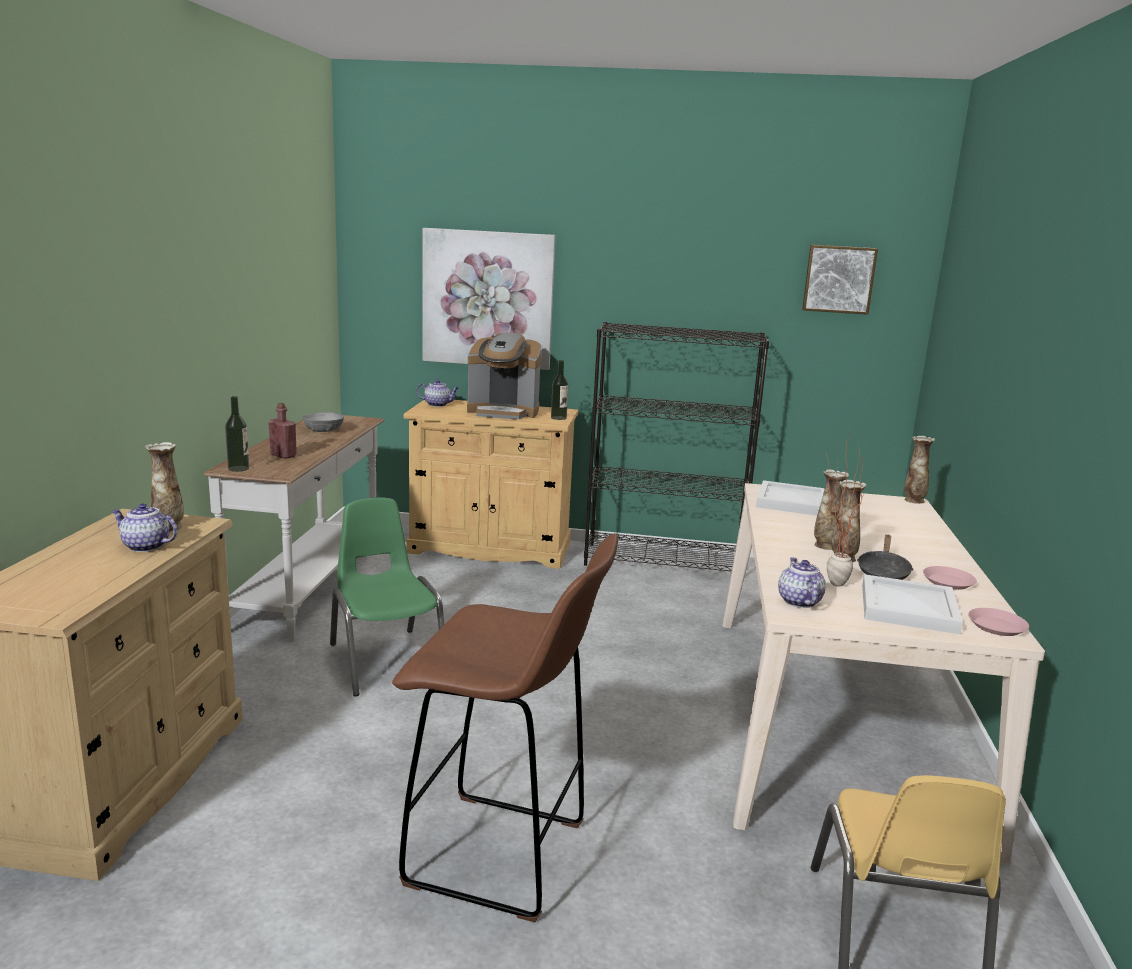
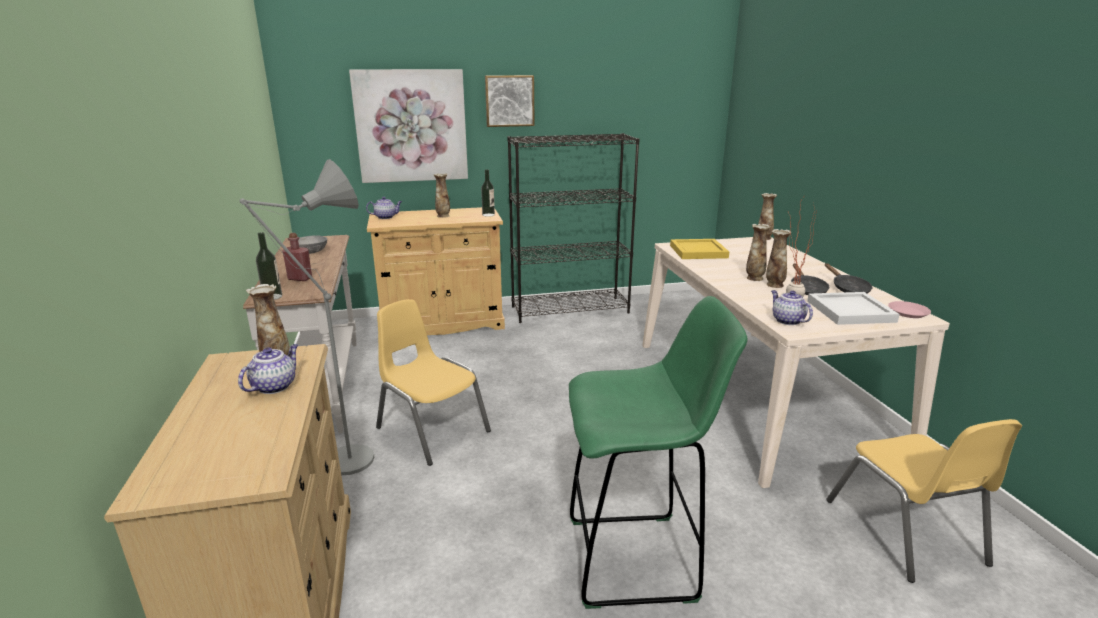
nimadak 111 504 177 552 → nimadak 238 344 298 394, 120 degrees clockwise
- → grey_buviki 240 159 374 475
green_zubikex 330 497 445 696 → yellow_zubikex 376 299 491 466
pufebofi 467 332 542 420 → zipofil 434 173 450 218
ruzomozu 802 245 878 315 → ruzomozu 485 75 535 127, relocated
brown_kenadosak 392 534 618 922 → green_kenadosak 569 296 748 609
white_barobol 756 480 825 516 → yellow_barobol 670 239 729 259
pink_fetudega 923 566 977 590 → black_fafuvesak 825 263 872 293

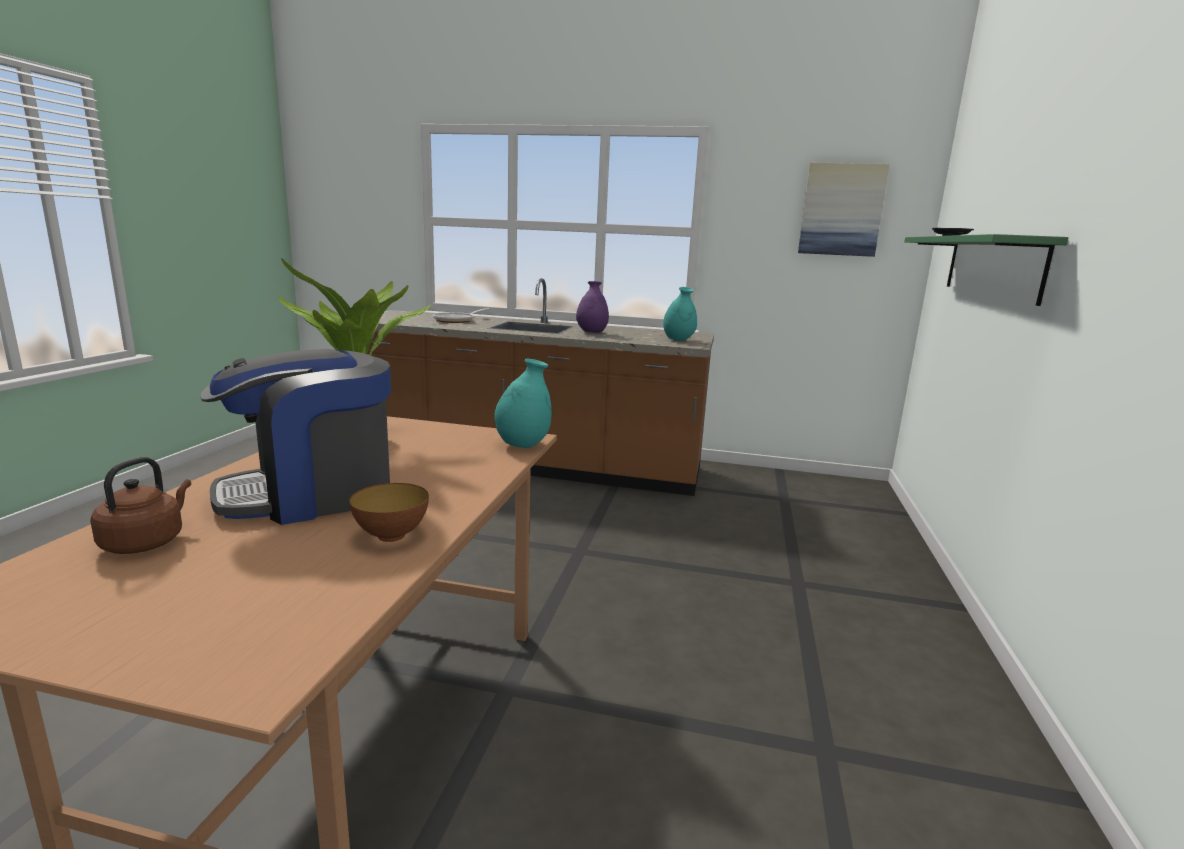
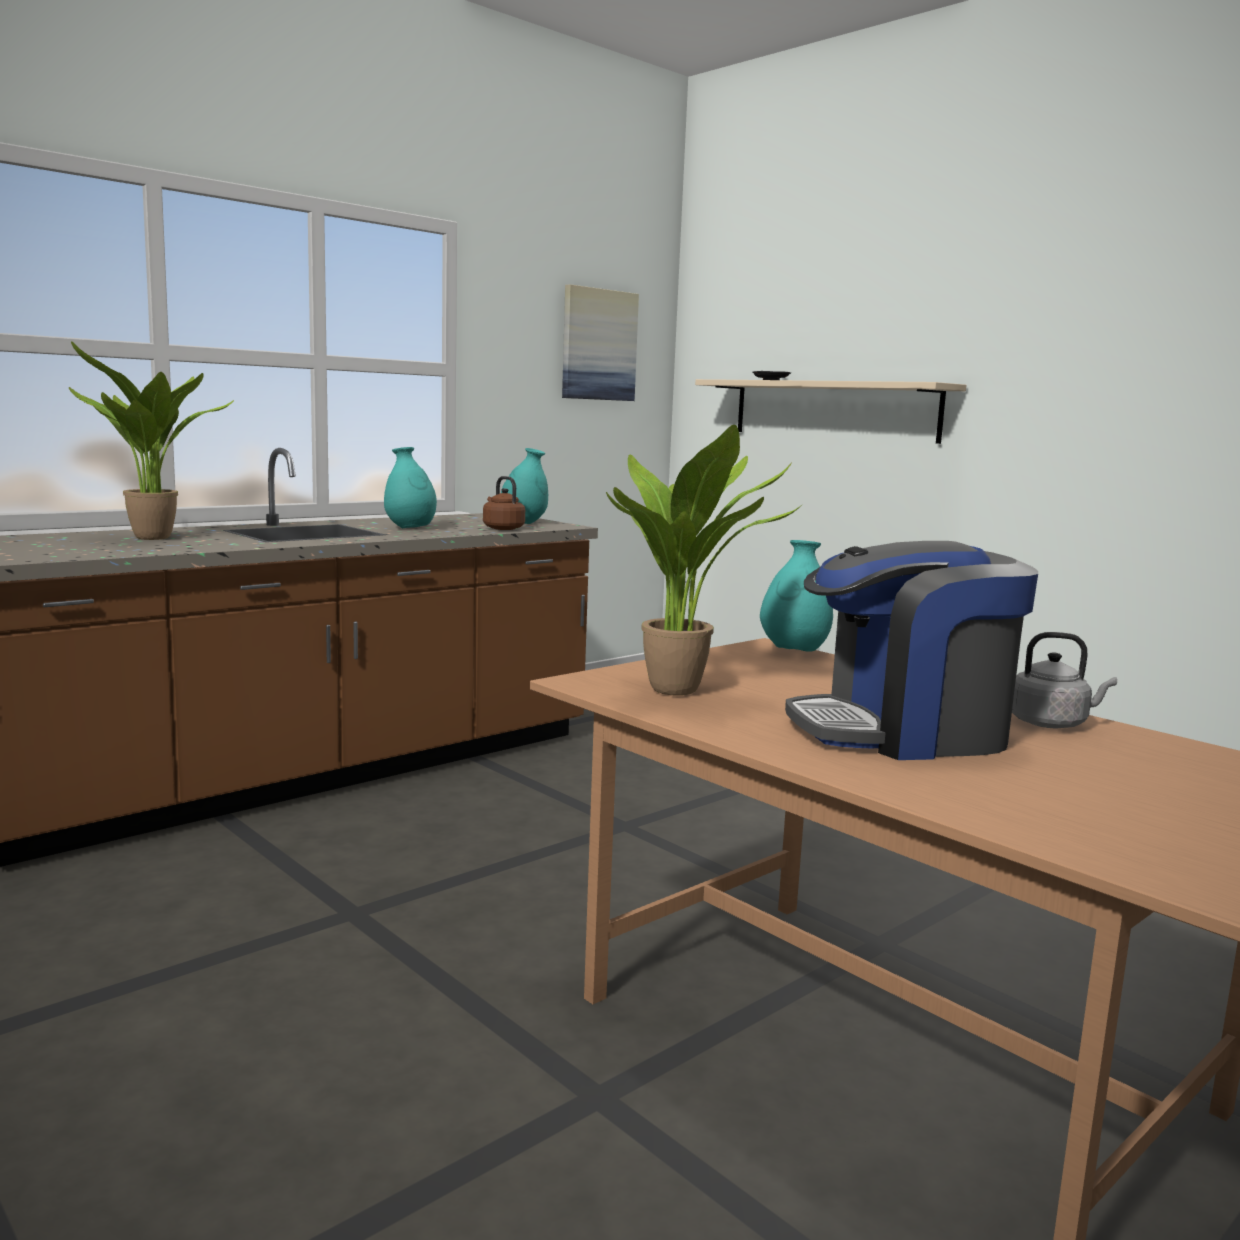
fafuvesak 433 308 490 323 → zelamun 69 341 234 540
purple_zipofil 576 281 609 333 → turquoise_zipofil 384 447 437 528
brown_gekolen 90 457 191 554 → brown_gekolen 483 476 525 530, relocated
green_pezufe 905 234 1068 306 → beige_pezufe 695 379 966 444
pufebofi 200 349 391 525 → pufebofi 785 541 1038 760, 75 degrees clockwise
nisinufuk 349 483 429 542 → grey_gekolen 1012 632 1117 728

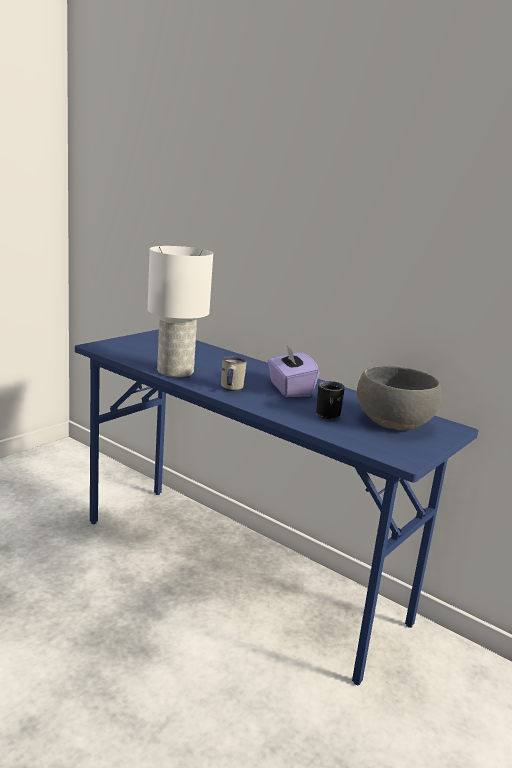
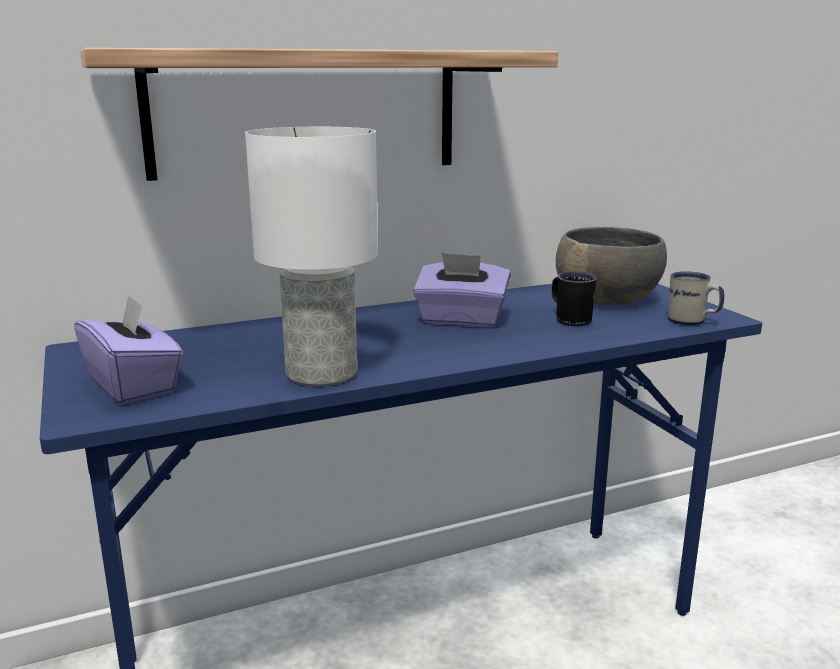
- → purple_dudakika 74 295 183 405
- → pezufe 80 48 558 181
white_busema 221 356 247 391 → white_busema 668 271 724 325, relocated

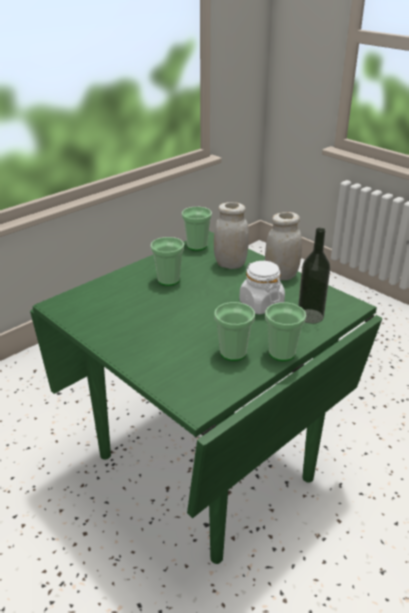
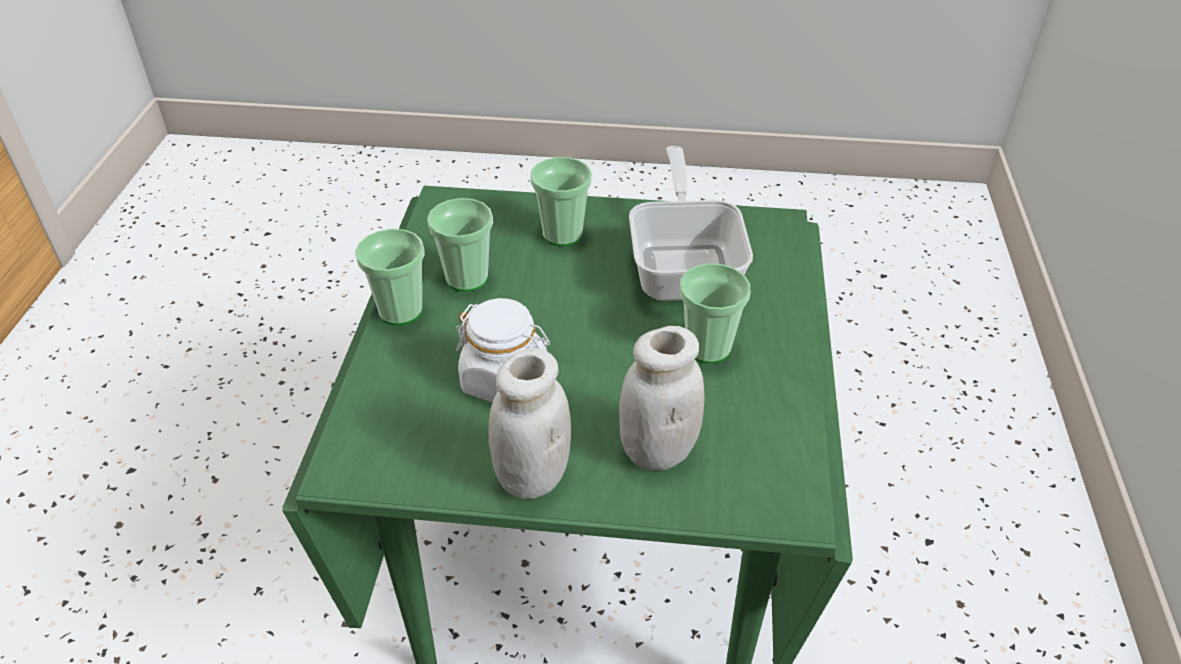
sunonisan 182 207 212 251 → sunonisan 530 157 592 246, relocated
- → fafuvesak 629 146 753 301
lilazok 298 228 330 324 → -

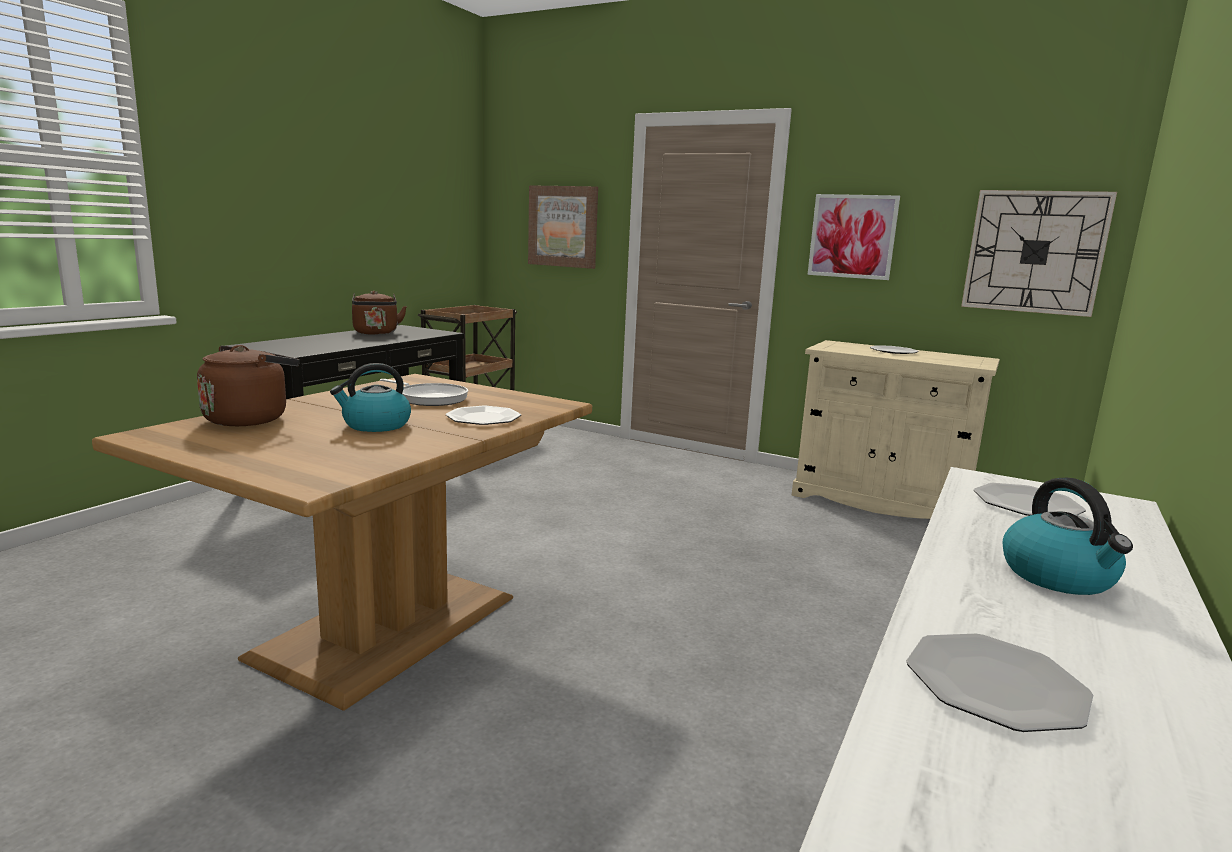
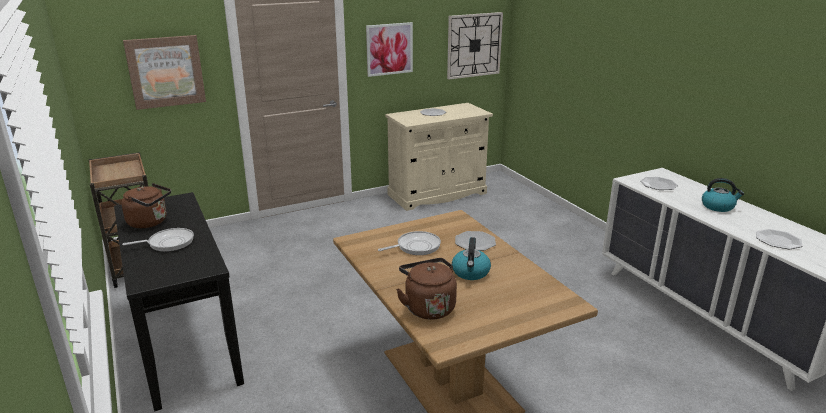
- → fafuvesak 122 228 194 252

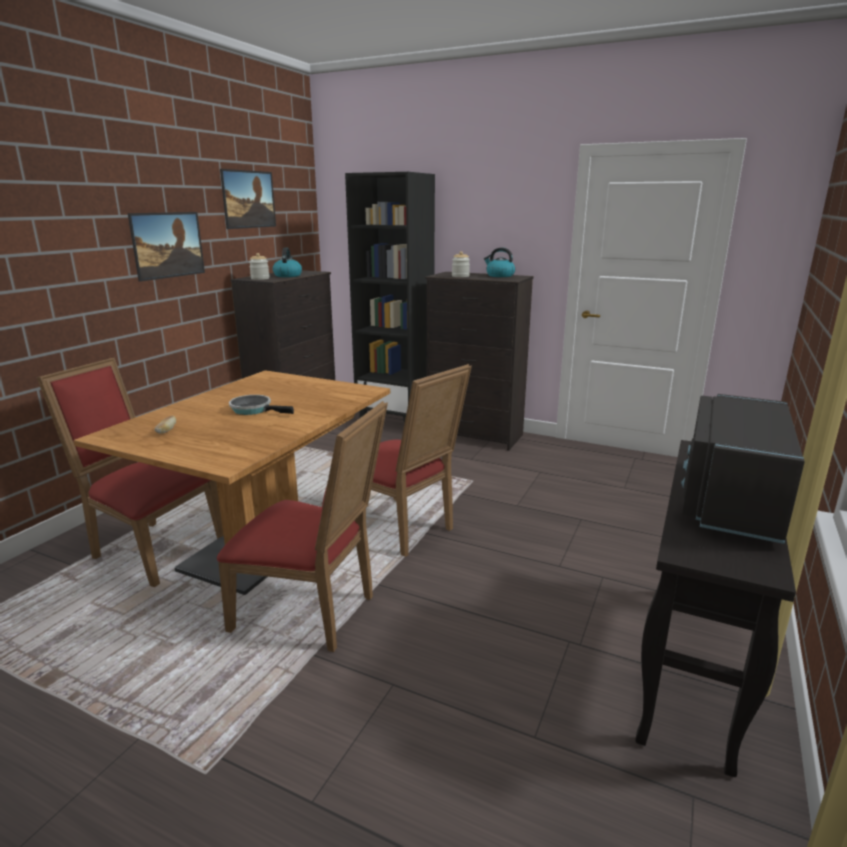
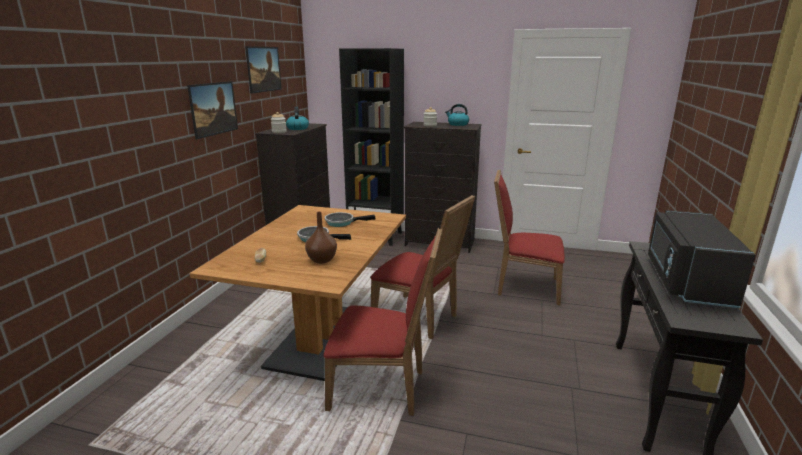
- → brown_zipofil 305 212 337 264
- → fafuvesak 325 212 376 227
red_zubikex 37 358 224 587 → red_zubikex 494 170 565 305, relocated

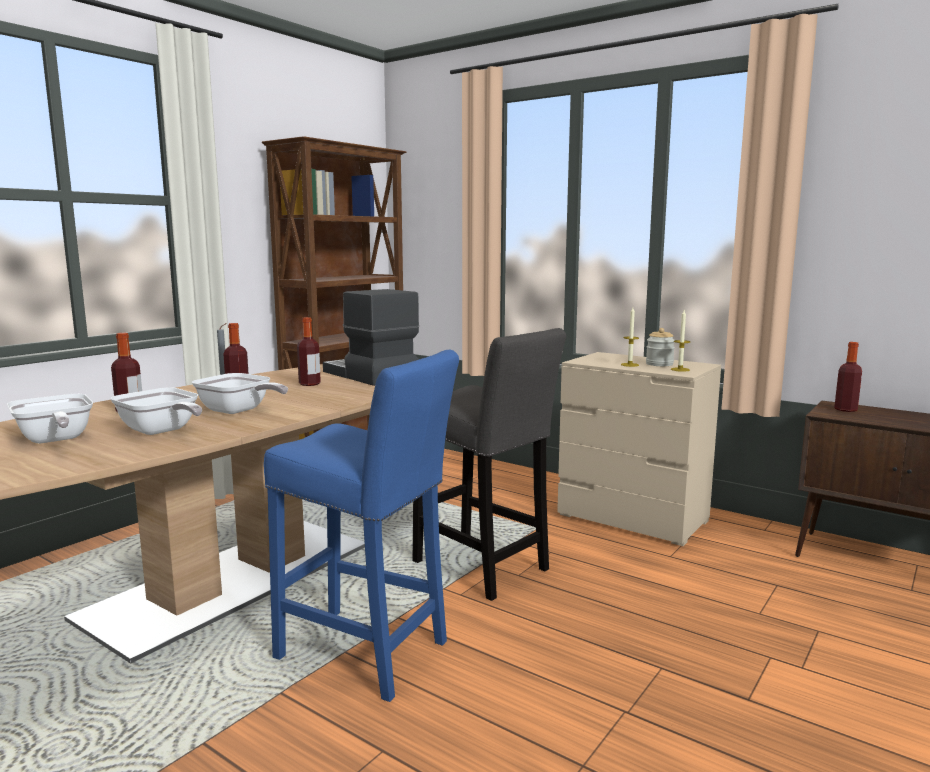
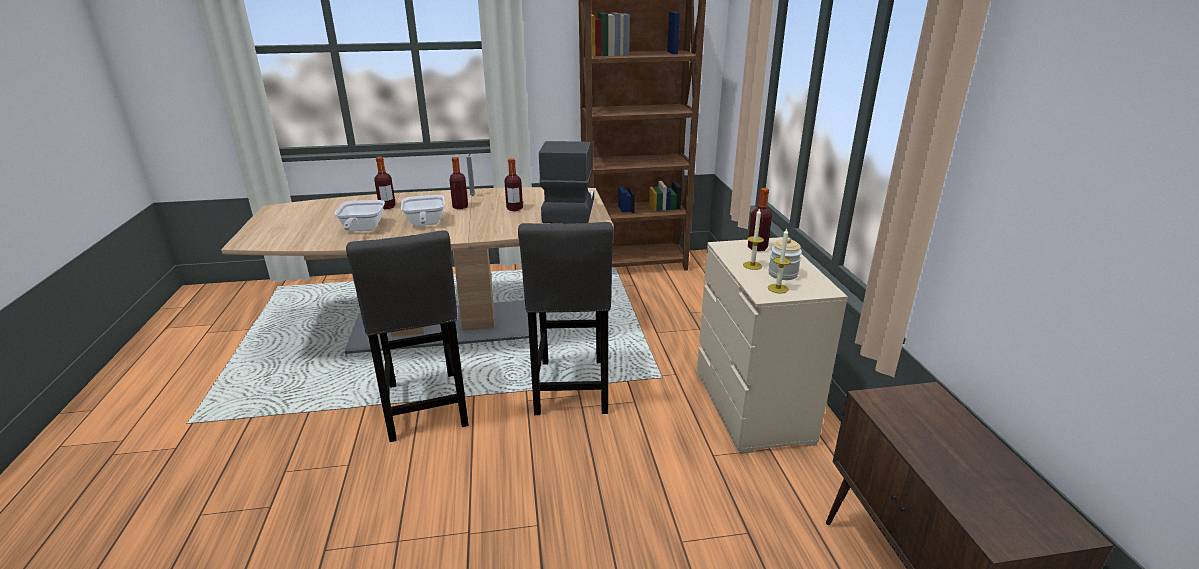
blue_kenadosak 264 349 459 702 → grey_kenadosak 346 230 469 442
lilazok 834 342 862 412 → lilazok 748 188 772 251, relocated
fafuvesak 7 394 93 443 → -

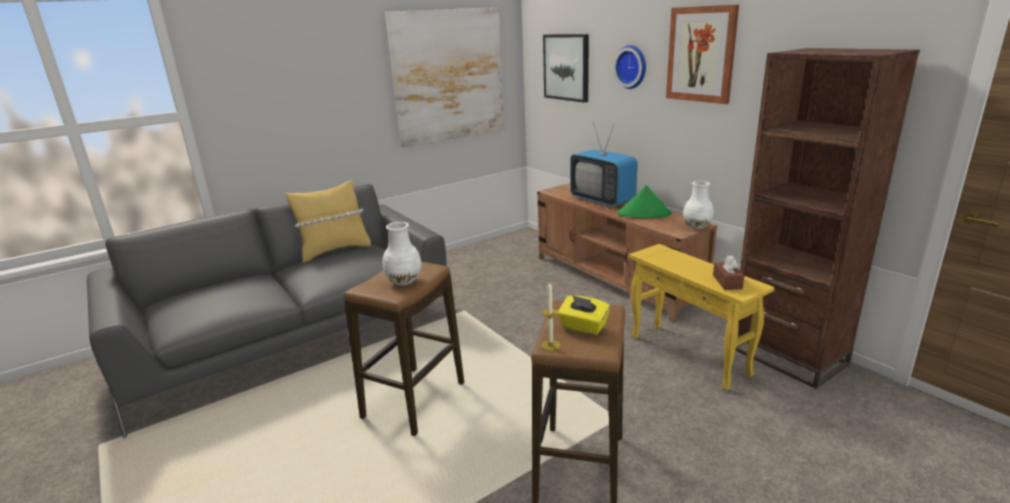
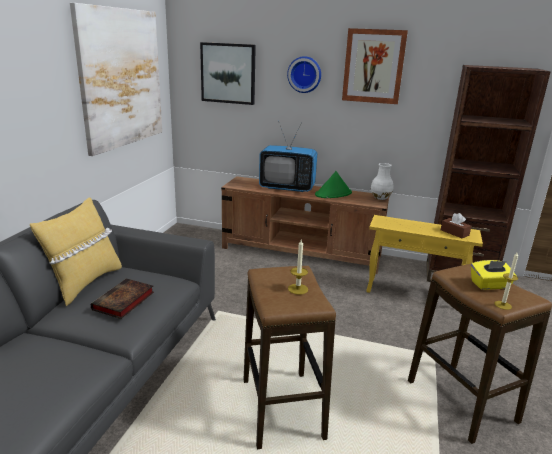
- → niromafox 91 278 154 319
white_zipofil 383 222 422 285 → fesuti 288 240 308 295

